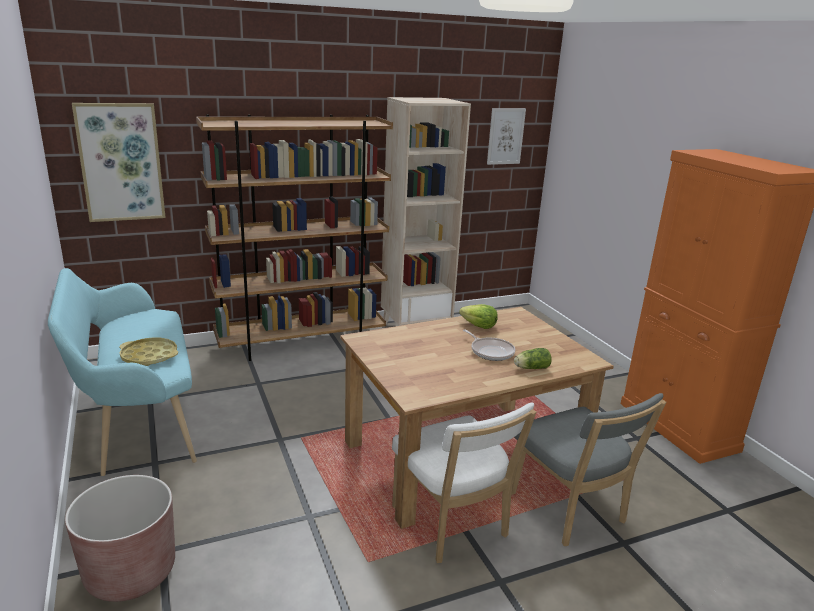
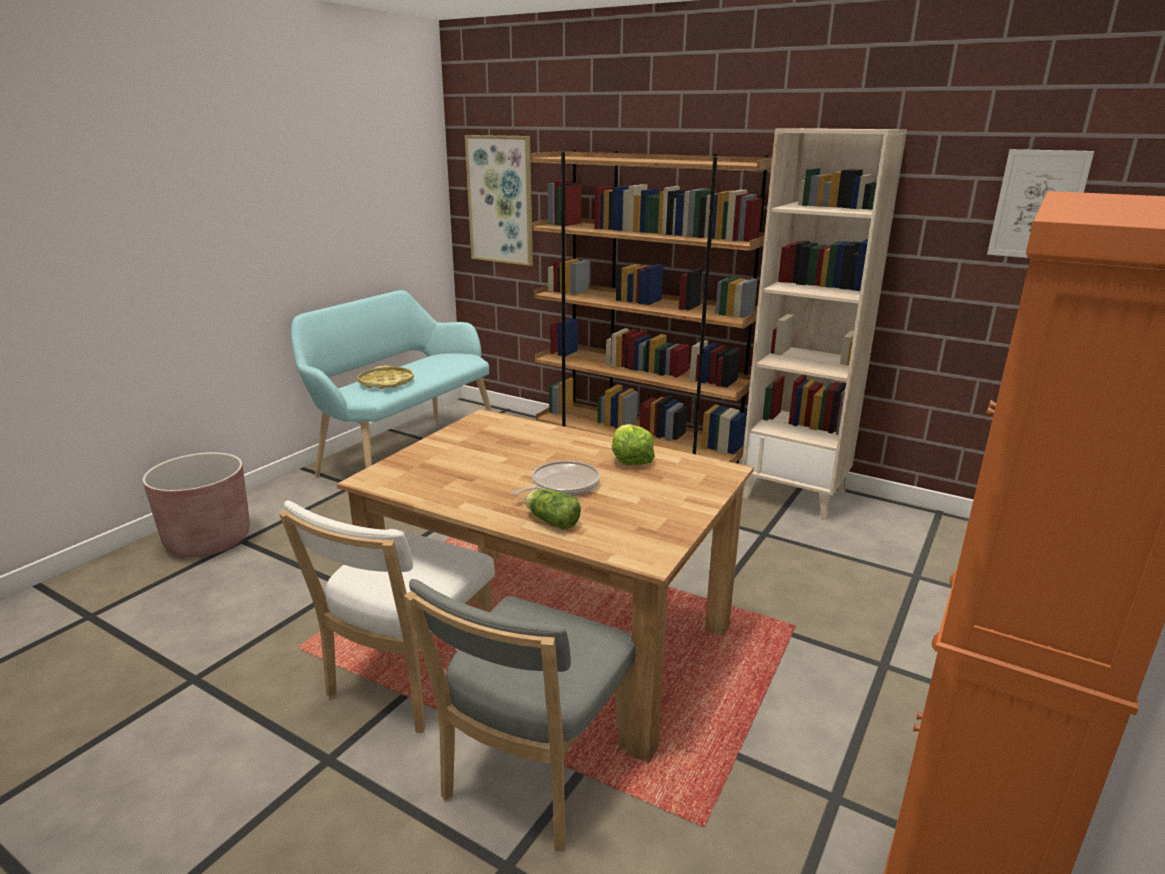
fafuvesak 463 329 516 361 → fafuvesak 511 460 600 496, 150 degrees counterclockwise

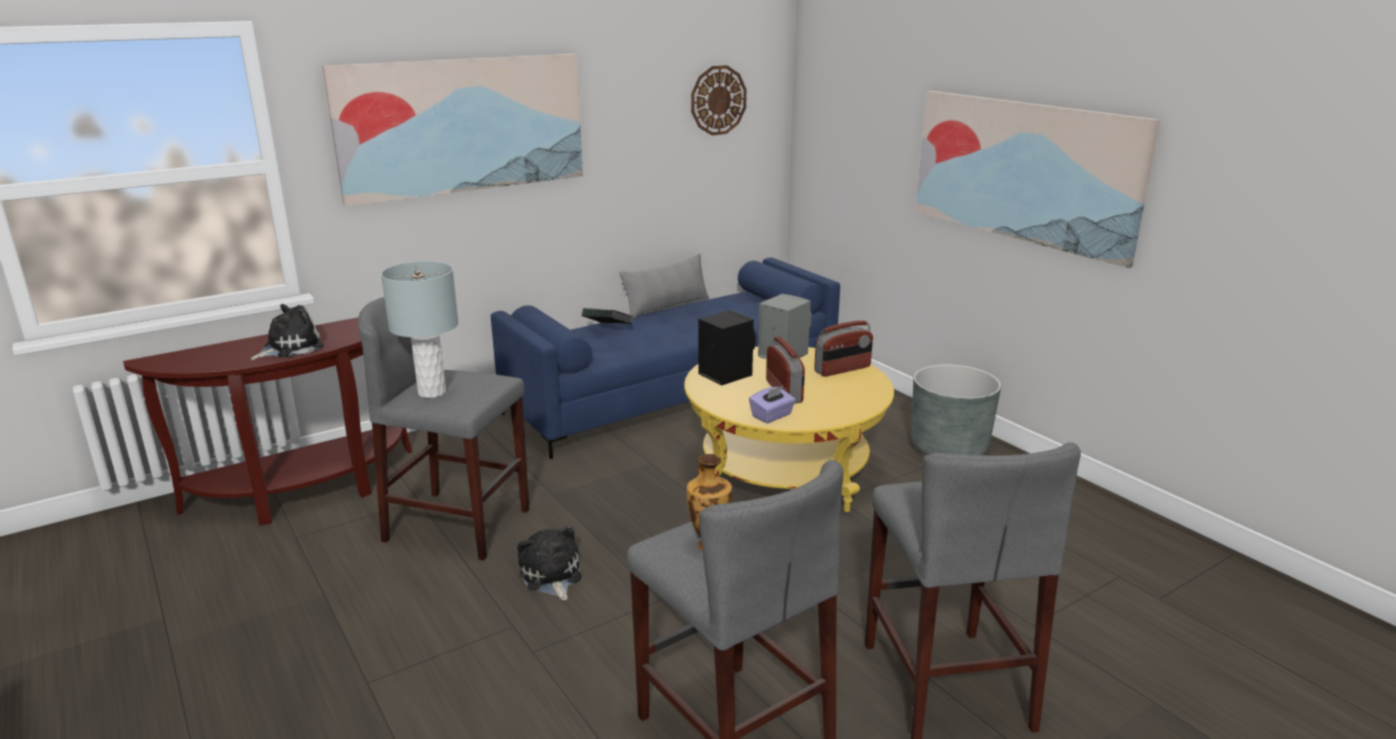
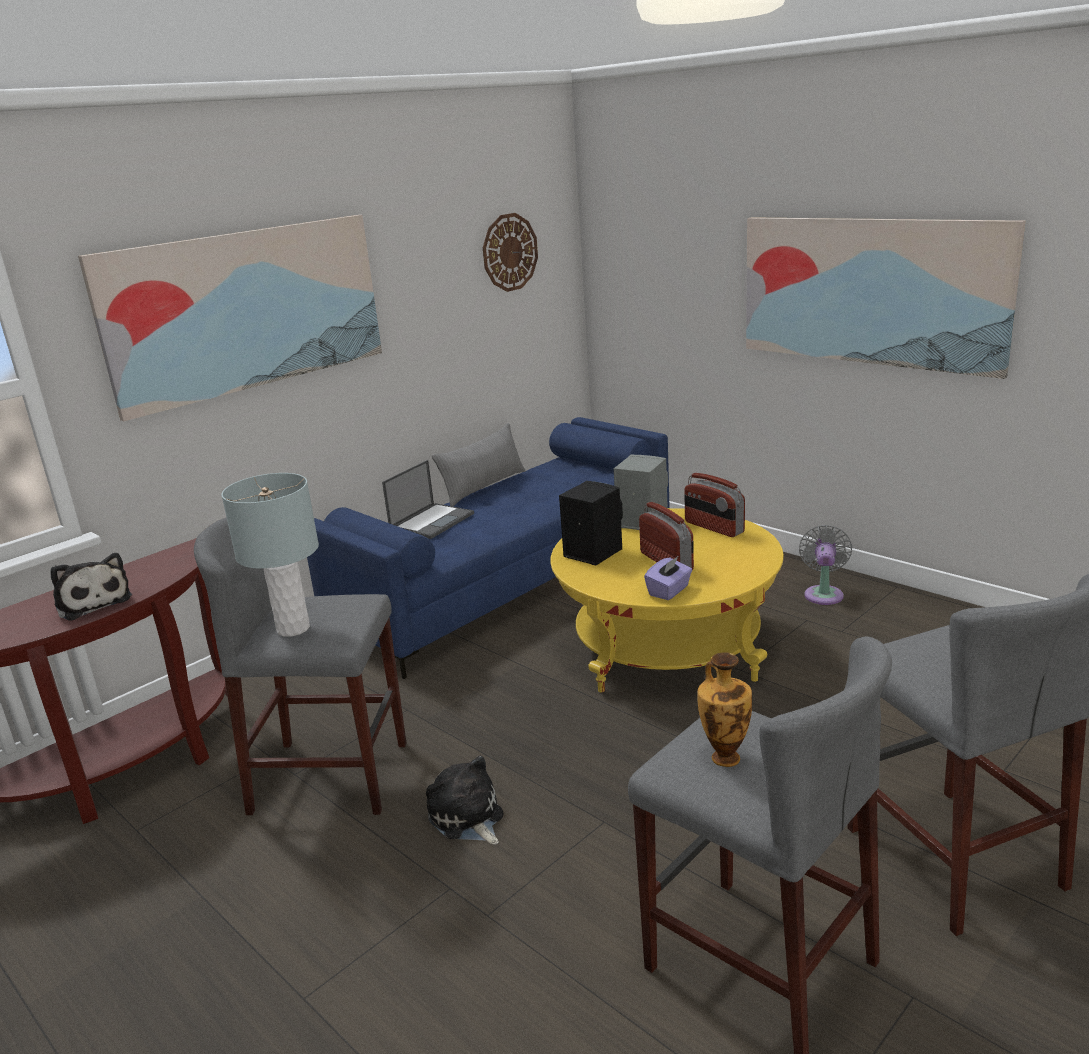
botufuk 251 304 324 360 → botufuk 50 553 132 621, 105 degrees clockwise
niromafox 582 308 633 324 → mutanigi 382 460 474 539
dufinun 814 321 873 377 → dufinun 684 473 745 537, 90 degrees clockwise
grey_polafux 911 364 1001 455 → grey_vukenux 799 525 852 605

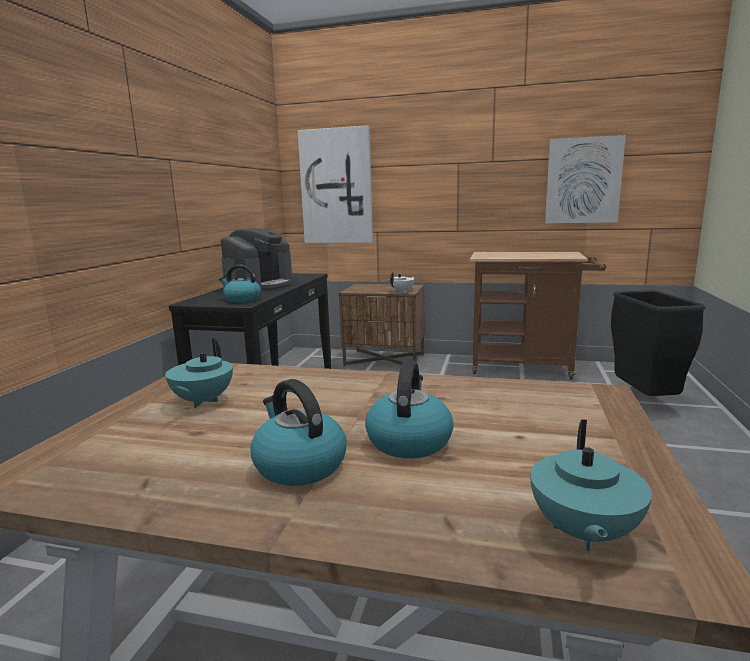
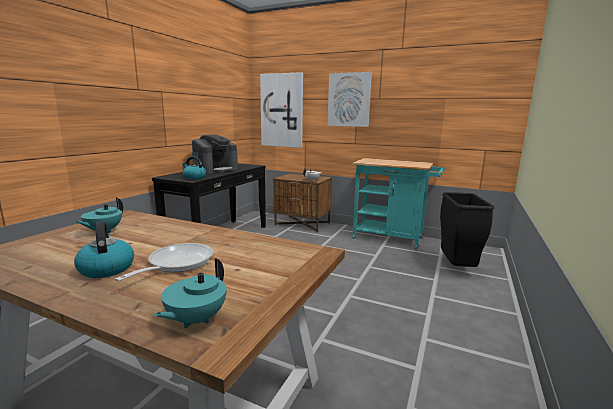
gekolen 365 361 453 459 → fafuvesak 115 243 213 281
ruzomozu 545 135 626 223 → ruzomozu 327 72 372 127, relocated
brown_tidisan 470 252 606 379 → turquoise_tidisan 352 158 445 249

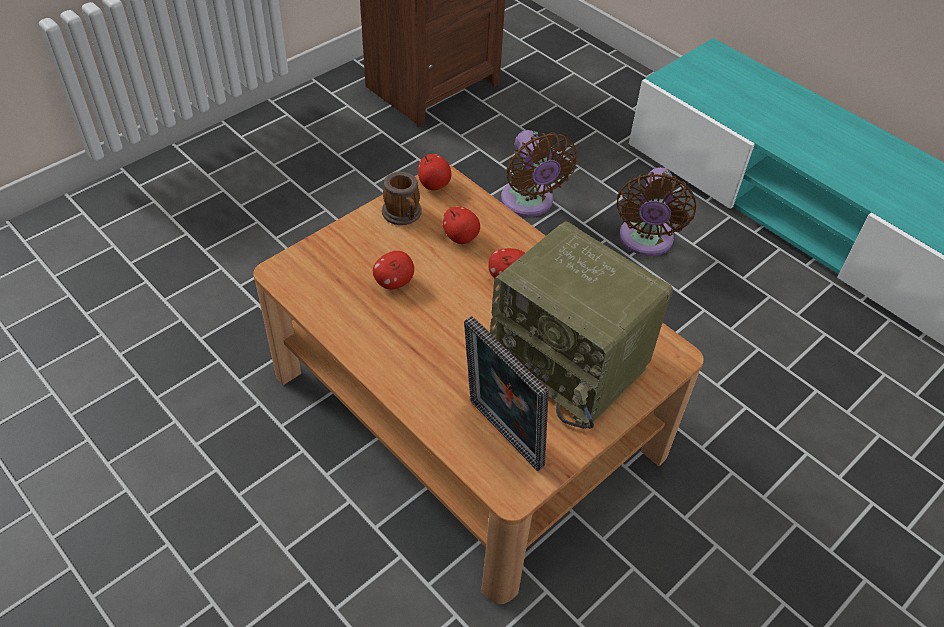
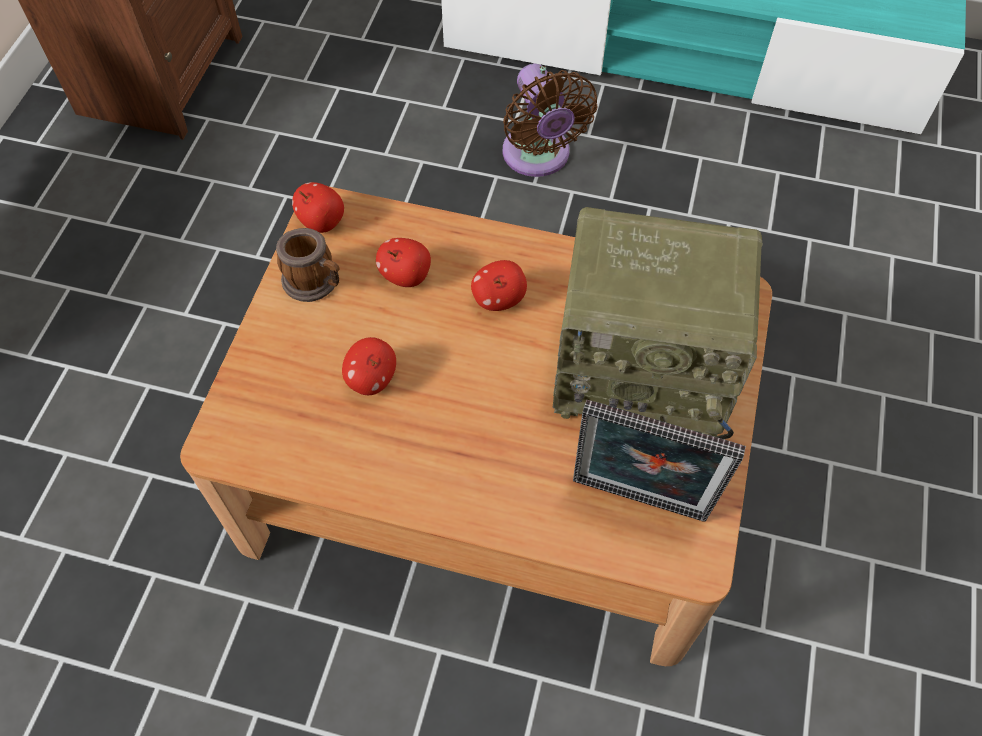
brown_vukenux 501 130 577 217 → -

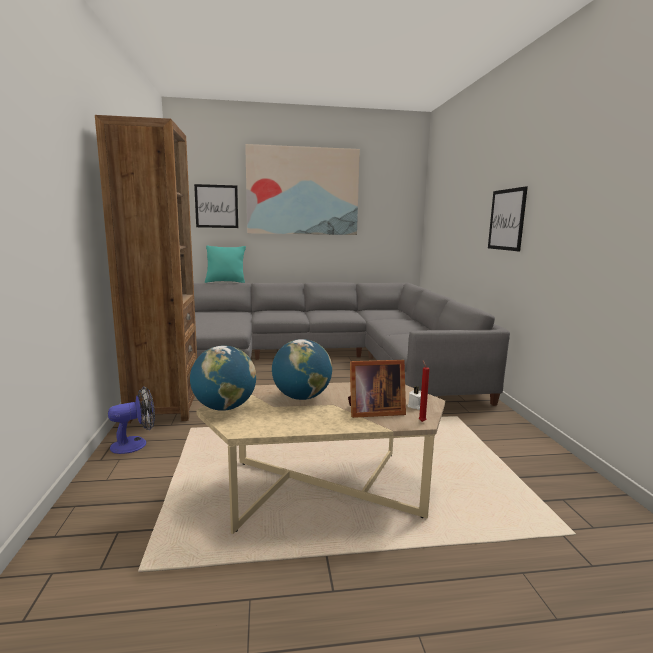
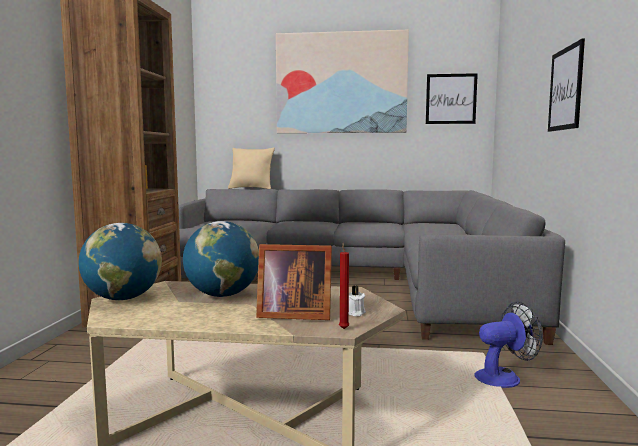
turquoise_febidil 205 245 246 283 → beige_febidil 228 148 275 189
ruzomozu 194 184 238 228 → ruzomozu 426 73 478 124, relocated
vukenux 108 387 155 454 → vukenux 474 301 543 388, relocated

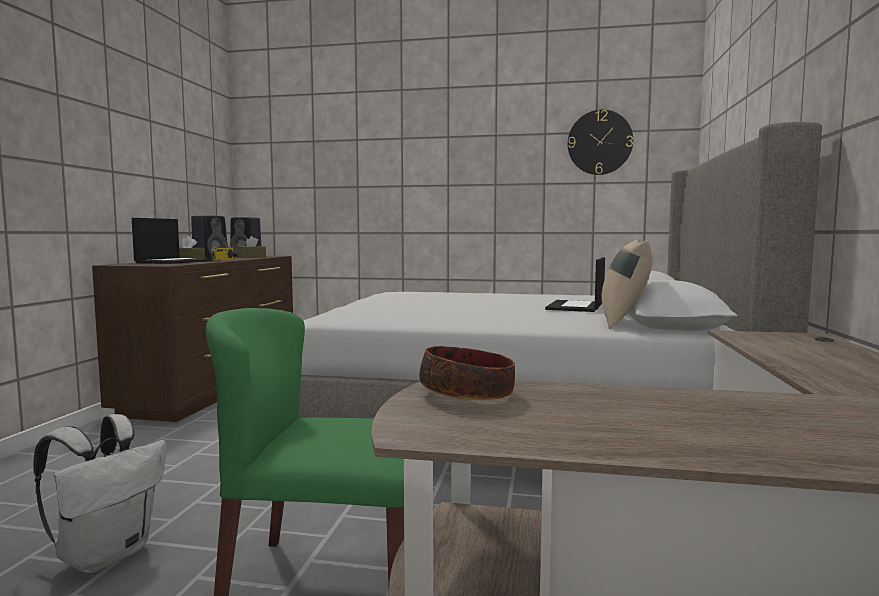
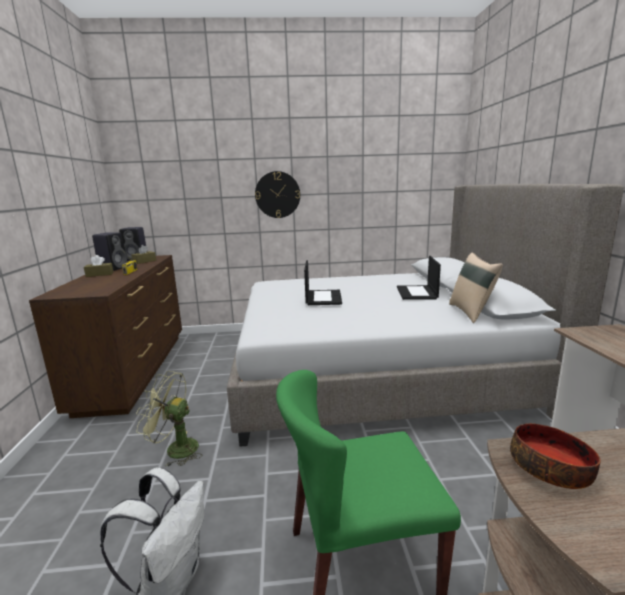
- → green_vukenux 136 371 202 467
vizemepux 568 110 633 175 → vizemepux 255 171 300 218, relocated
mutanigi 132 218 213 264 → mutanigi 304 260 342 305, relocated

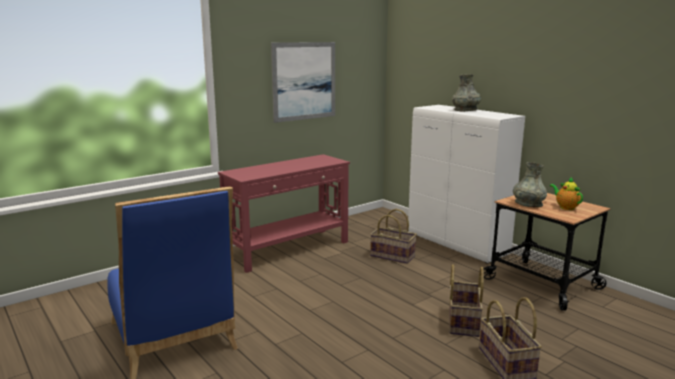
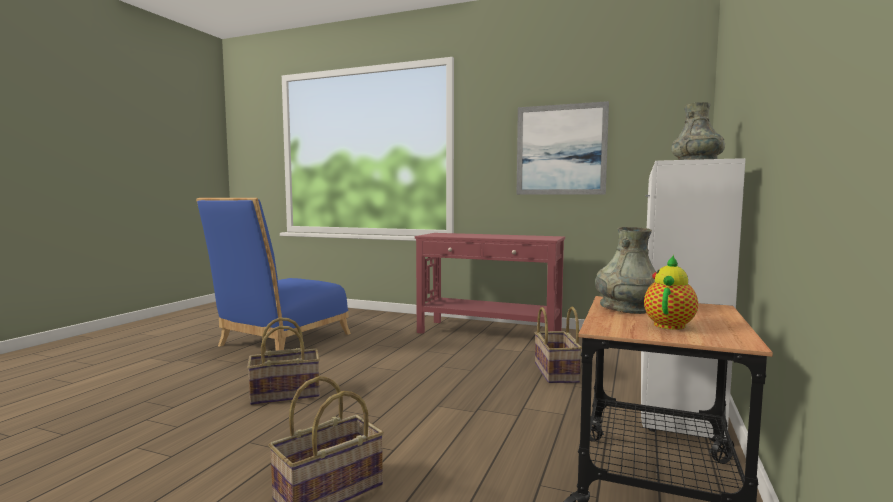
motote 449 264 484 337 → motote 247 317 320 405, relocated

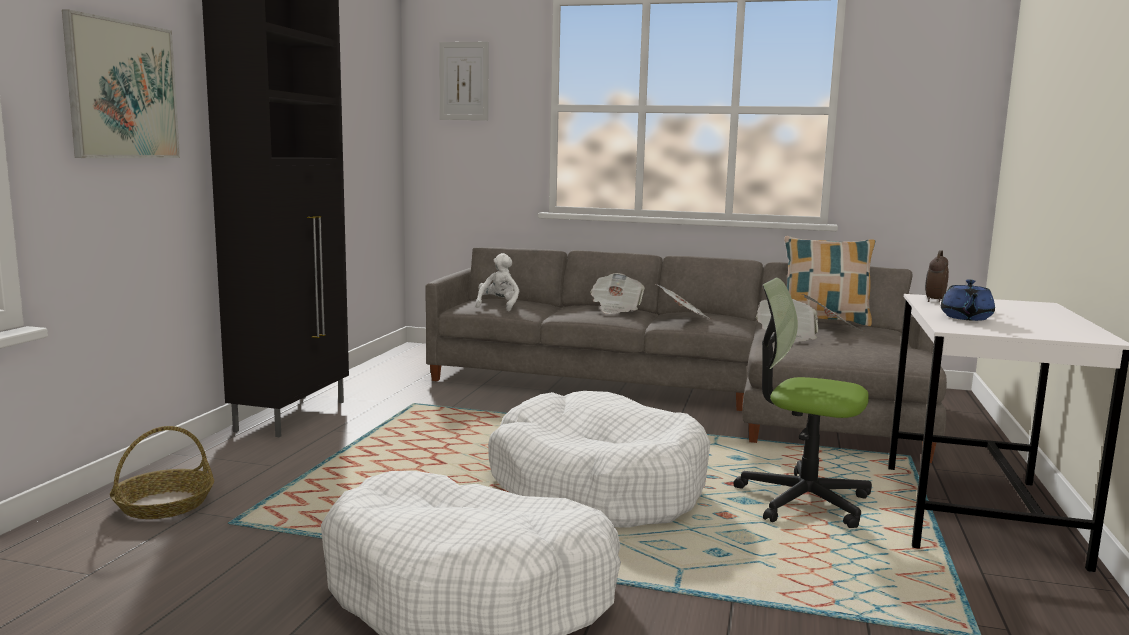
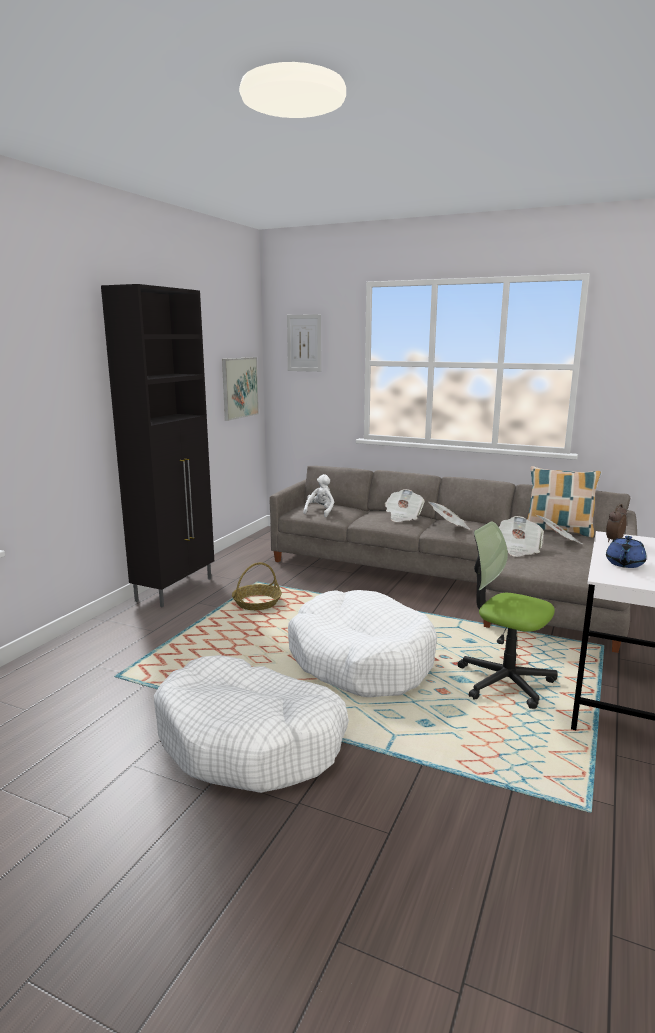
ruzomozu 62 9 180 158 → ruzomozu 222 357 259 421, relocated
motote 110 426 214 519 → motote 232 562 282 610, relocated

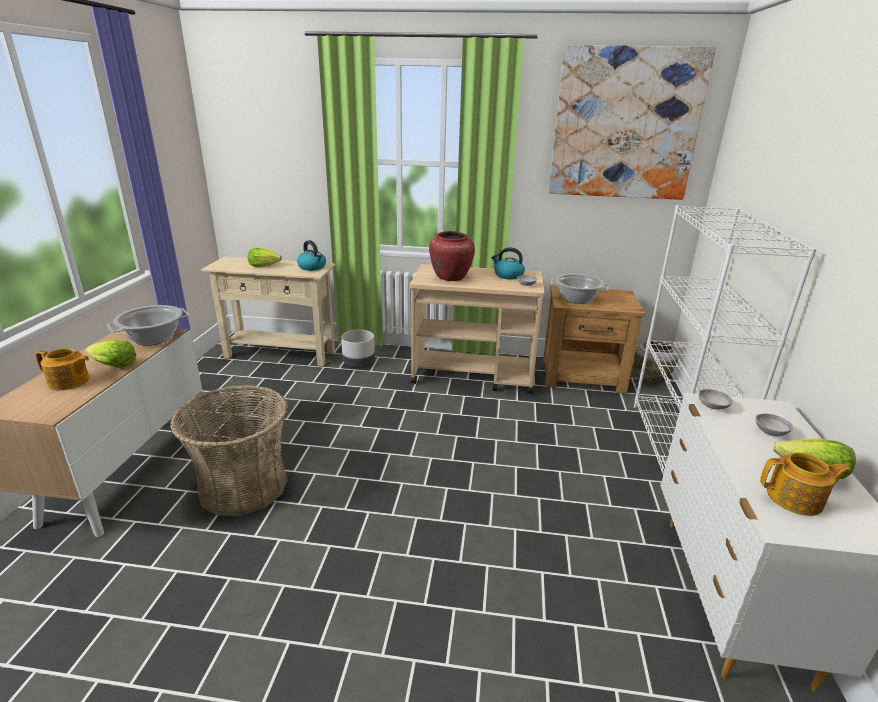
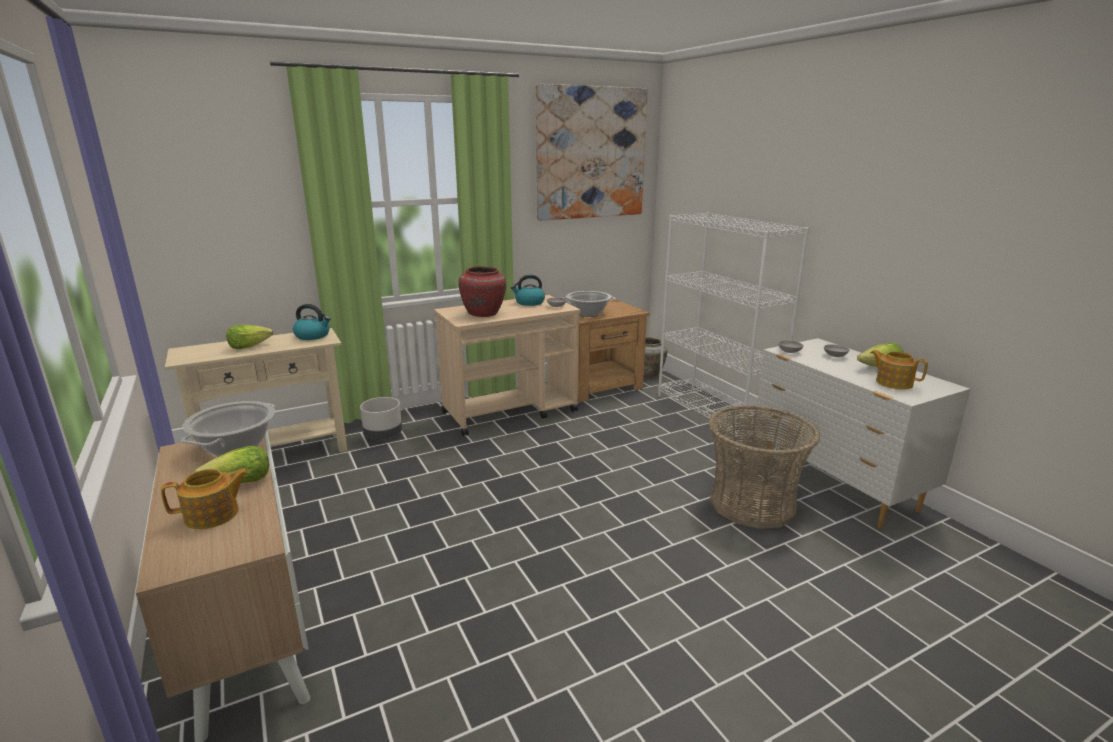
motote 170 385 288 516 → motote 708 405 820 529, relocated
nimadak 760 453 852 516 → nimadak 870 350 928 390, 105 degrees counterclockwise

